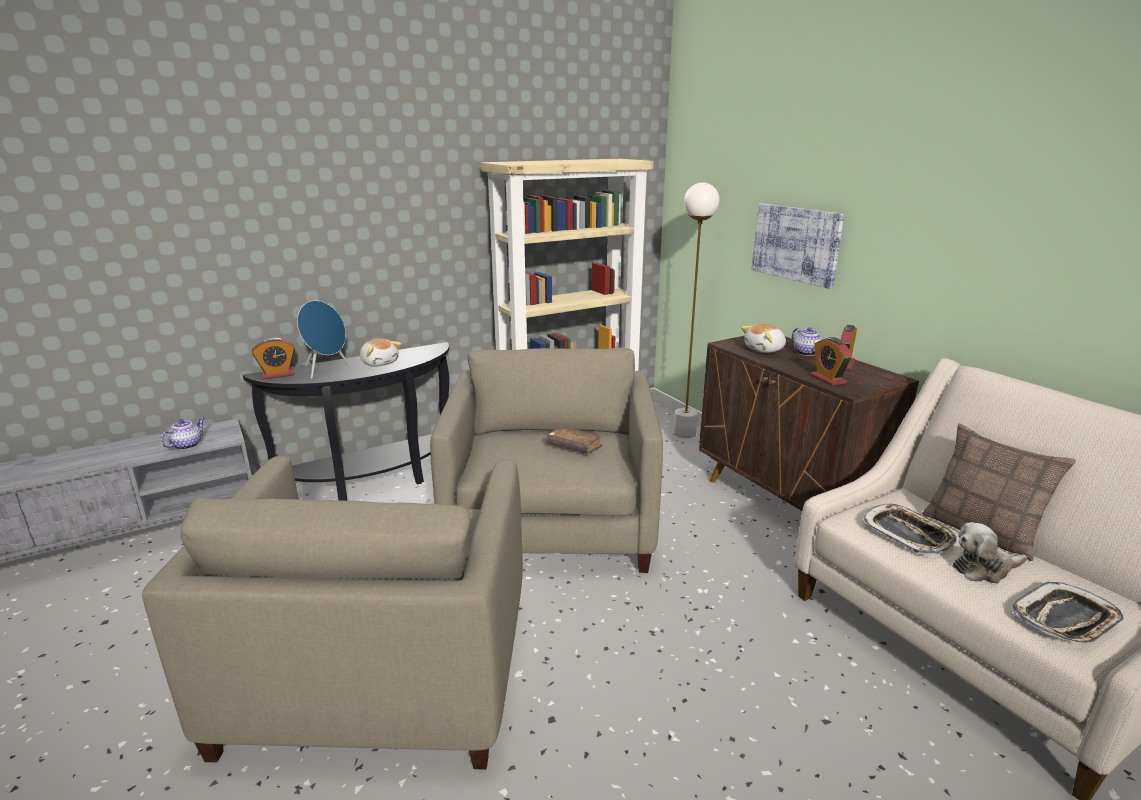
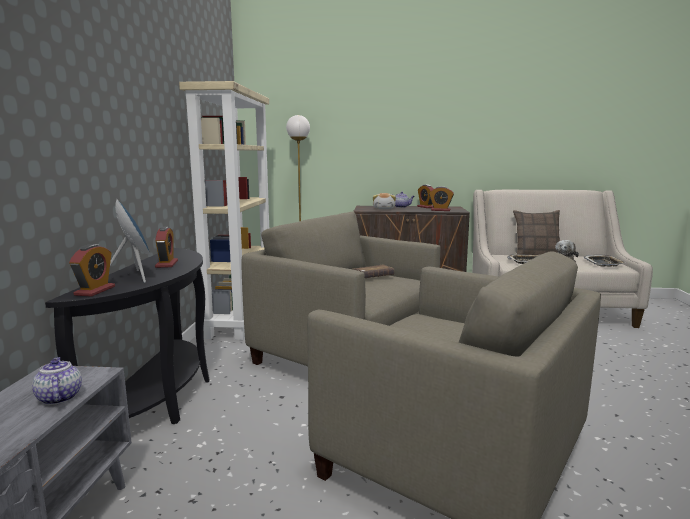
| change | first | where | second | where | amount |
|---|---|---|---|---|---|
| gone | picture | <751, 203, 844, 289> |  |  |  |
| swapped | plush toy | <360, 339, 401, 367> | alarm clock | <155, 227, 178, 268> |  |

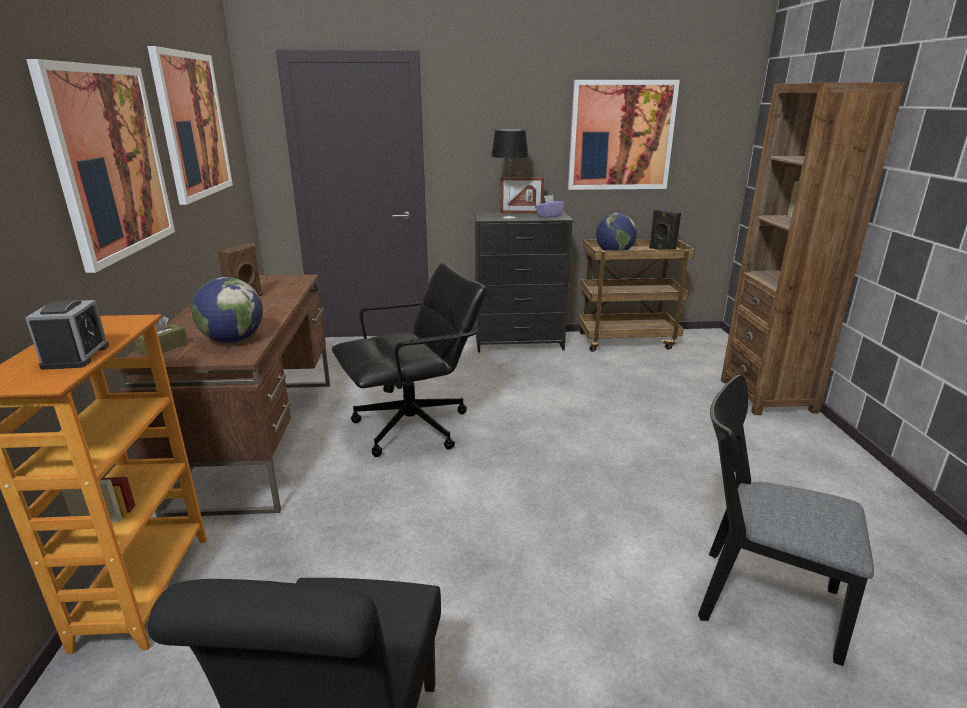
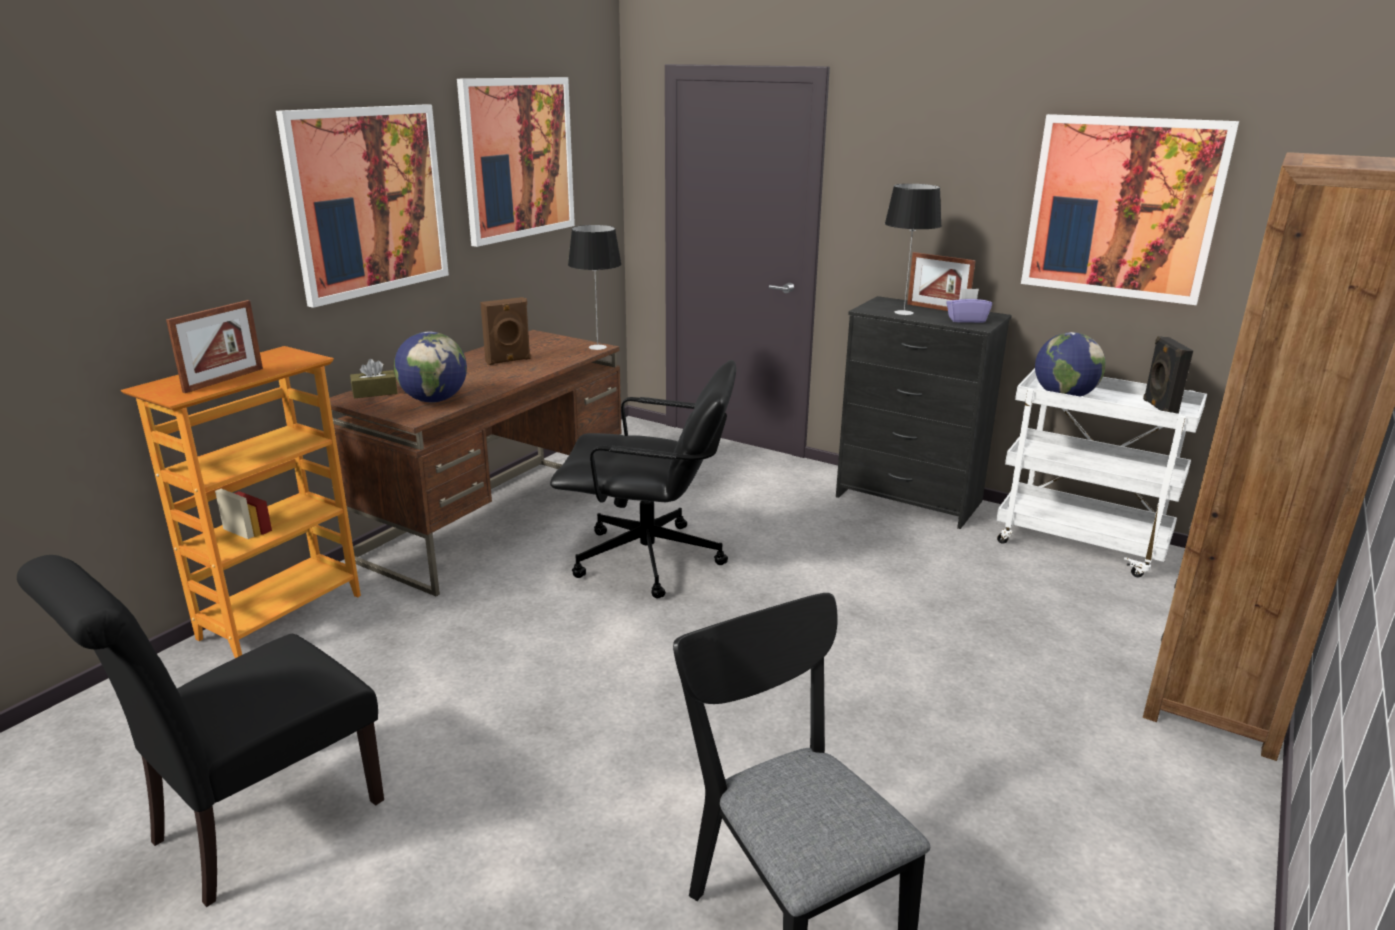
| change | first | where | second | where | amount |
|---|---|---|---|---|---|
| new |  |  | table lamp | <568, 225, 622, 350> |  |
| swapped | alarm clock | <25, 300, 109, 370> | picture frame | <166, 300, 263, 393> |  |
| repainted | cart in brown | <578, 239, 695, 352> | cart in white | <996, 368, 1207, 577> |  |

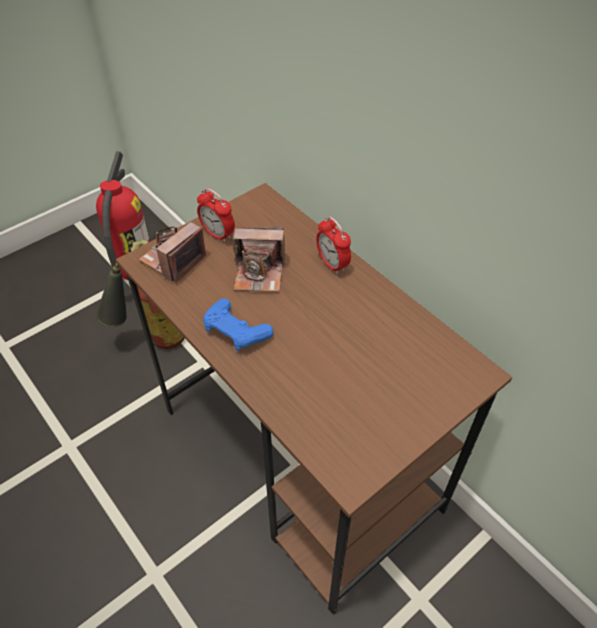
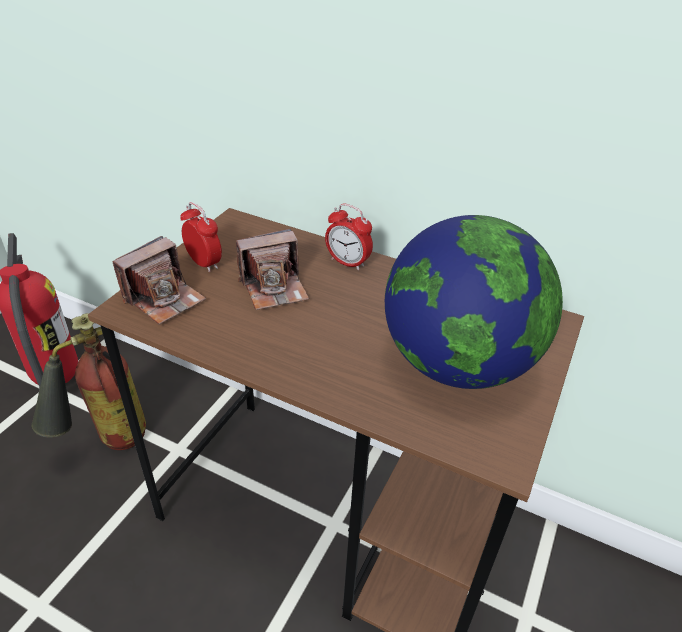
| change | first | where | second | where | amount |
|---|---|---|---|---|---|
| gone | game controller in blue | <203, 299, 274, 351> |  |  |  |
| new |  |  | globe | <385, 215, 563, 389> |  |
| rotated | photo camera | <138, 222, 206, 283> |  | <112, 236, 206, 325> | 150 degrees counterclockwise |
| rotated | alarm clock | <197, 188, 235, 243> |  | <180, 202, 222, 272> | 150 degrees counterclockwise |

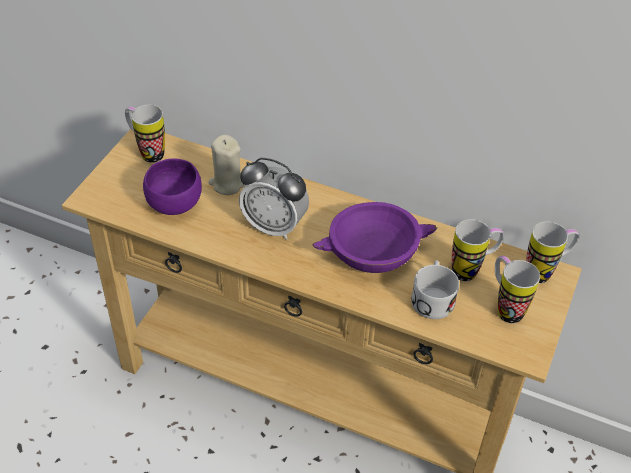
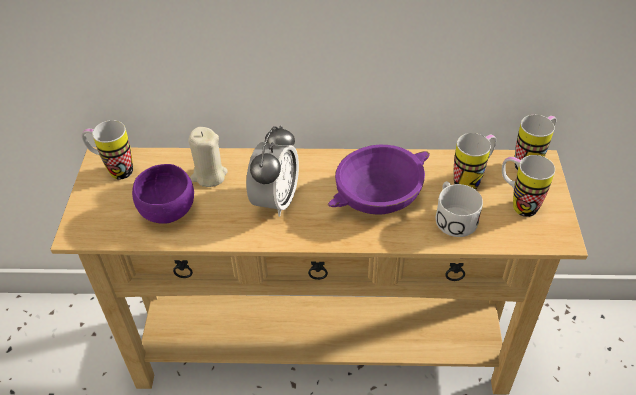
| change | first | where | second | where | amount |
|---|---|---|---|---|---|
| rotated | alarm clock | <239, 158, 309, 240> |  | <246, 125, 299, 217> | 75 degrees counterclockwise |

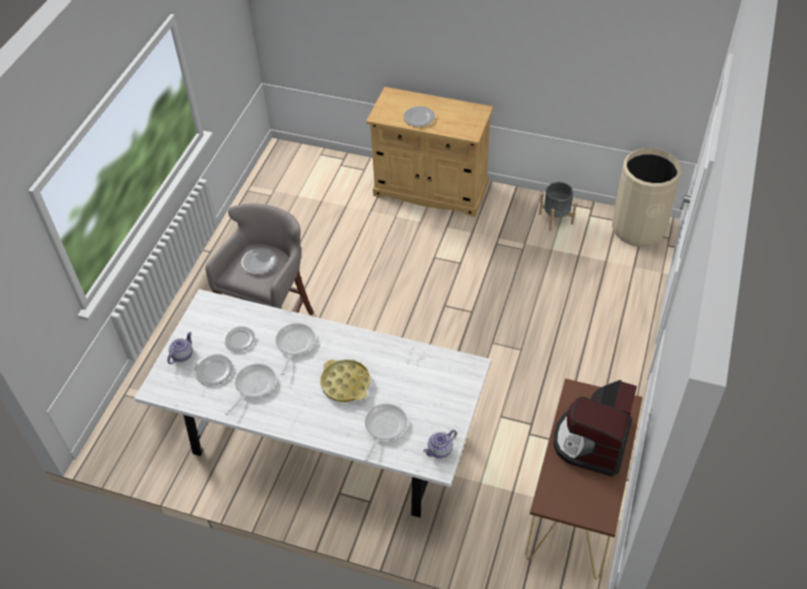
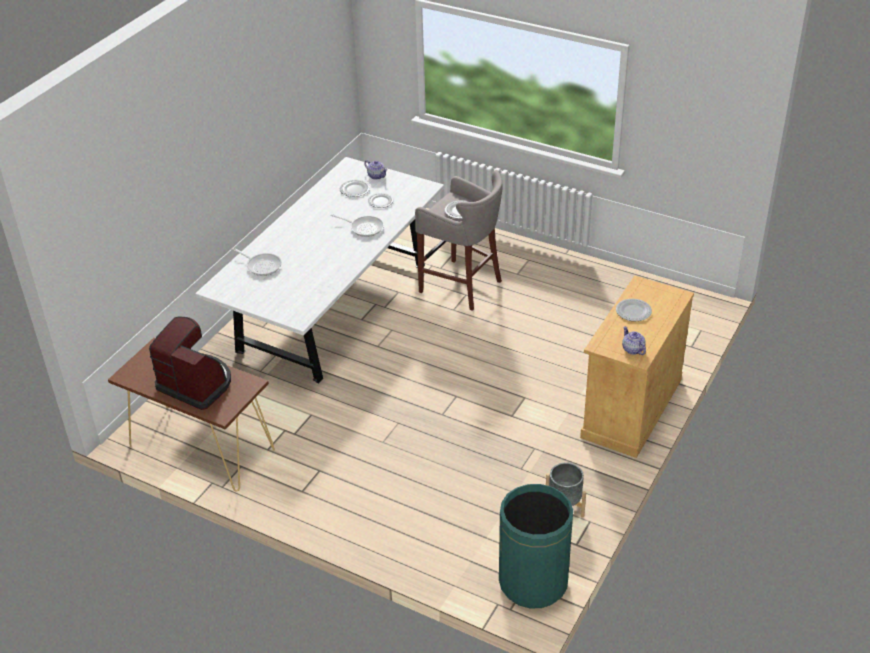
| change | first | where | second | where | amount |
|---|---|---|---|---|---|
| gone | frying pan | <225, 364, 276, 415> |  |  |  |
| gone | tray in yellow | <320, 359, 370, 402> |  |  |  |
| shifted | teapot | <423, 430, 457, 458> |  | <622, 326, 646, 355> |  |
| repainted | trash can in beige | <612, 148, 681, 247> | trash can in green | <499, 484, 573, 608> |  |

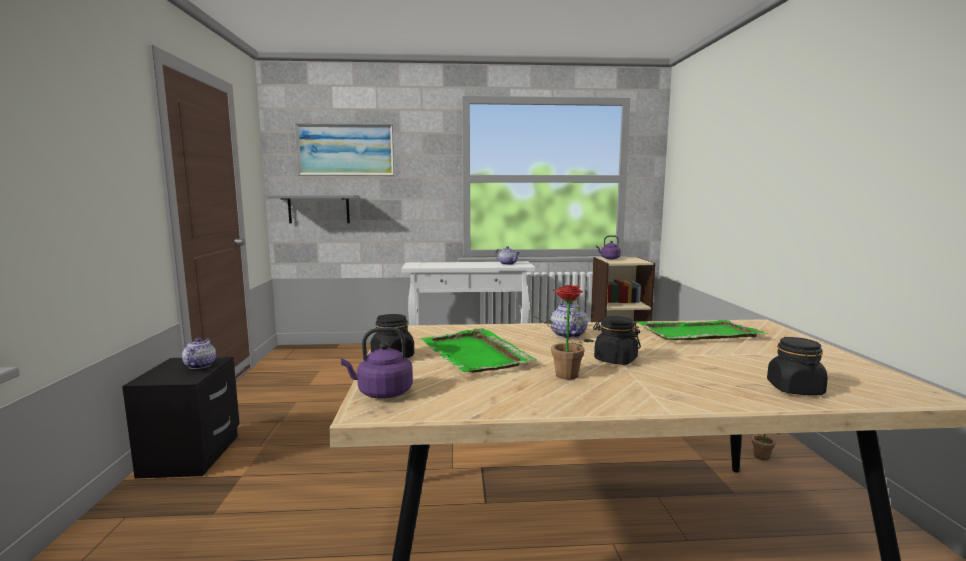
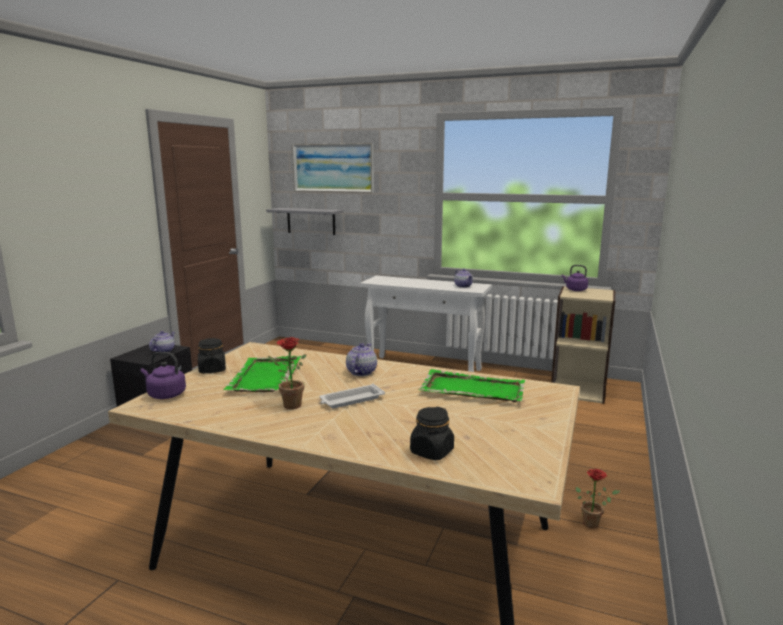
| change | first | where | second | where | amount |
|---|---|---|---|---|---|
| swapped | jar in black | <593, 316, 641, 365> | tray in white | <319, 384, 385, 409> |  |

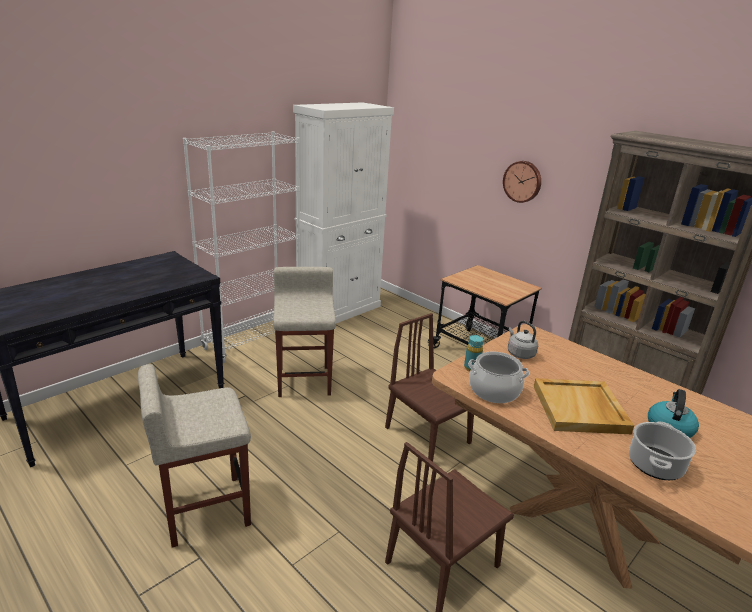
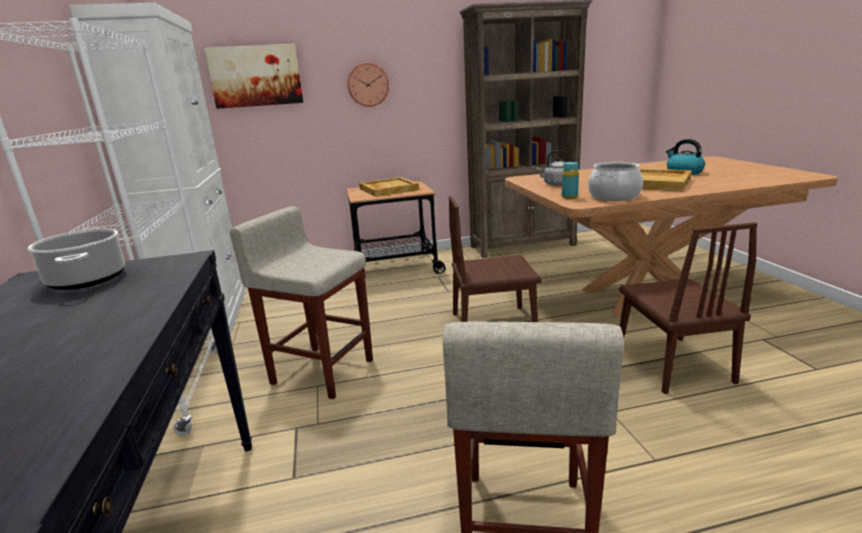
| change | first | where | second | where | amount |
|---|---|---|---|---|---|
| new |  |  | picture | <204, 44, 303, 109> |  |
| new |  |  | tray in beige | <359, 177, 419, 197> |  |
| shifted | cooking pot | <629, 421, 696, 480> |  | <27, 228, 125, 290> |  |

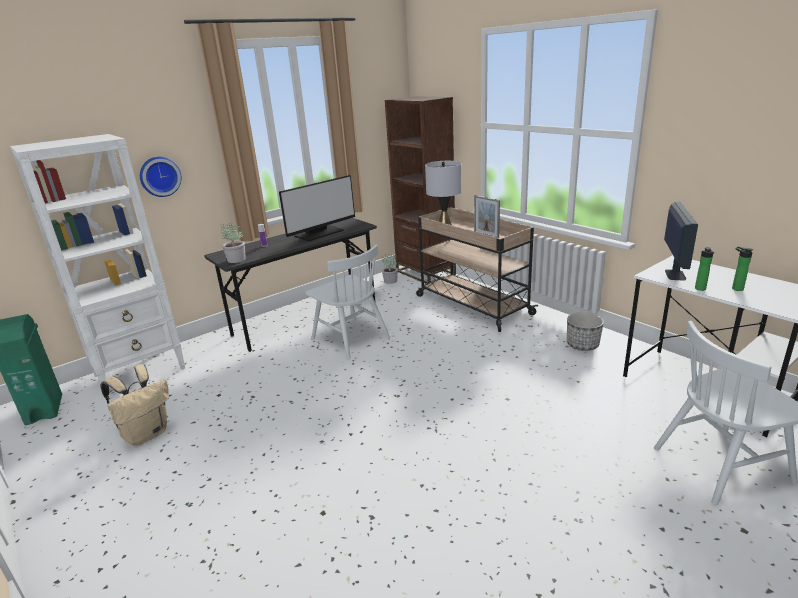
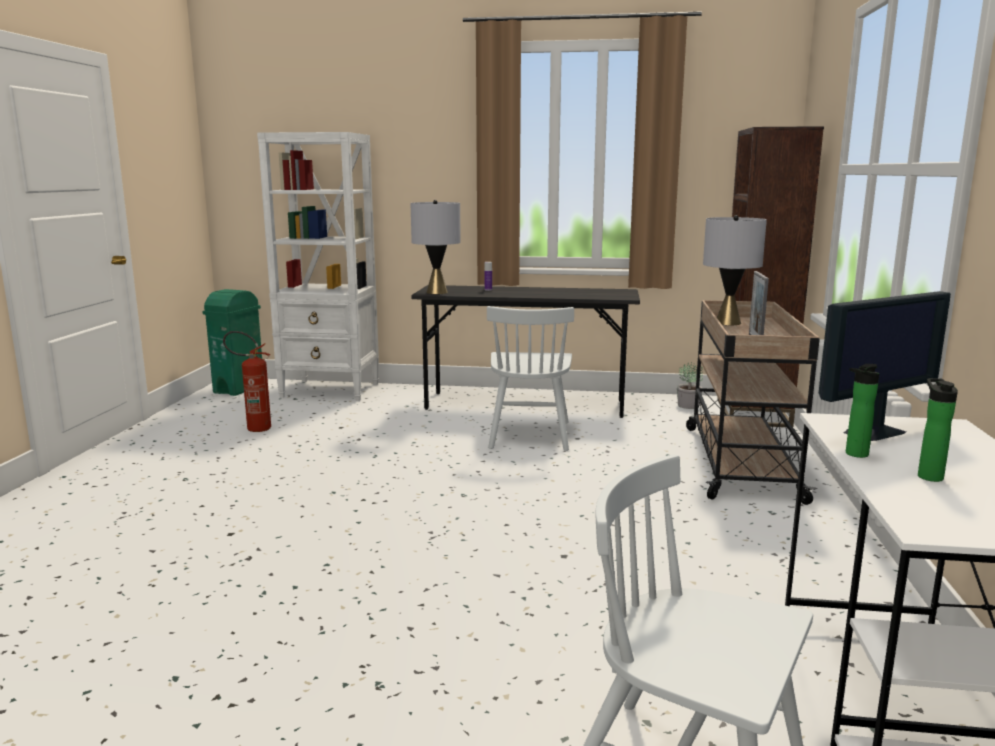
| change | first | where | second | where | amount |
|---|---|---|---|---|---|
| gone | wall clock | <140, 157, 182, 197> |  |  |  |
| gone | monitor | <279, 175, 355, 242> |  |  |  |
| gone | planter | <567, 312, 604, 351> |  |  |  |
| swapped | backpack in beige | <101, 364, 169, 445> | fire extinguisher | <223, 331, 271, 432> |  |
| swapped | potted plant | <220, 222, 246, 263> | table lamp in grey | <410, 200, 461, 294> |  |

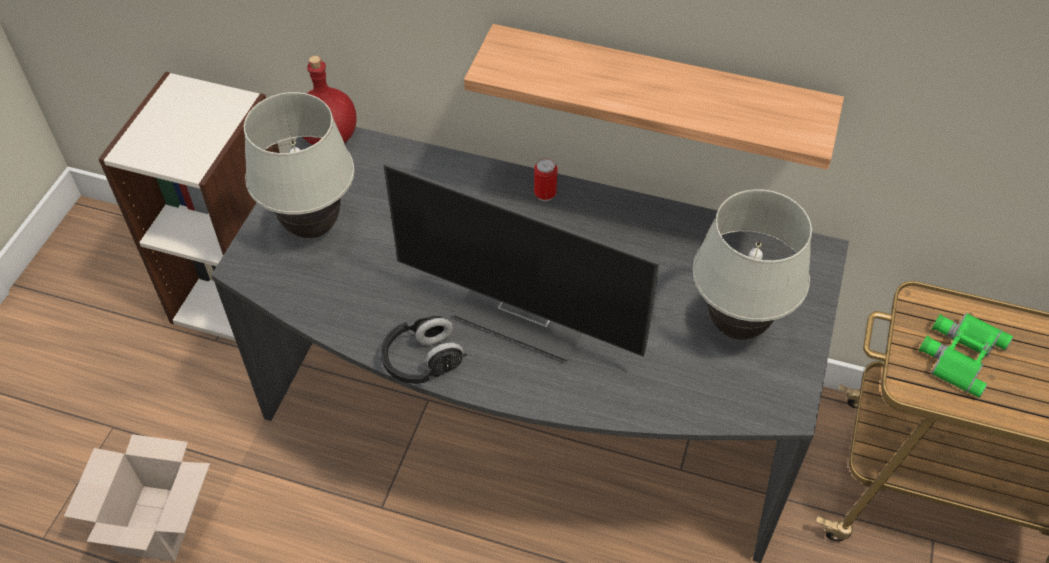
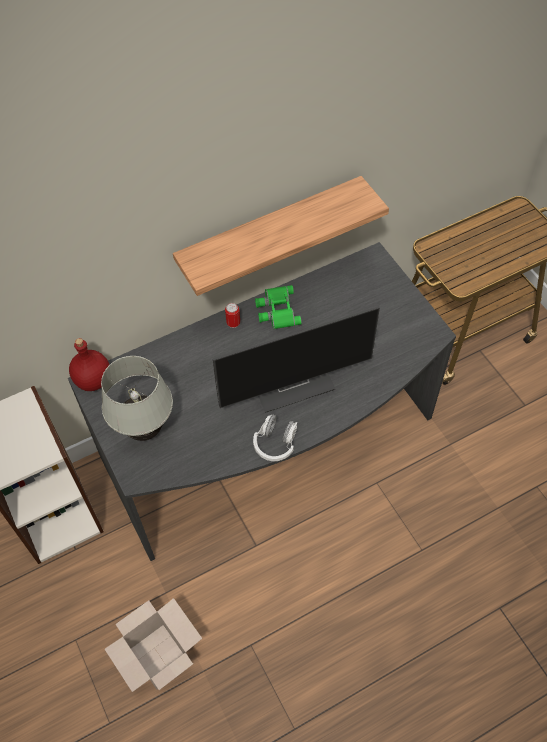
| change | first | where | second | where | amount |
|---|---|---|---|---|---|
| gone | table lamp in white | <692, 189, 812, 340> |  |  |  |
| shifted | binoculars in green | <919, 313, 1013, 398> |  | <255, 285, 302, 329> |  |
| repainted | headphones in black | <381, 315, 467, 384> | headphones in white | <253, 414, 297, 461> |  |

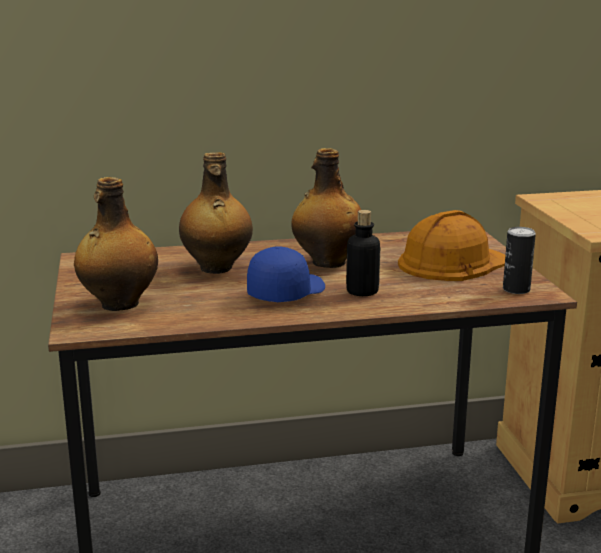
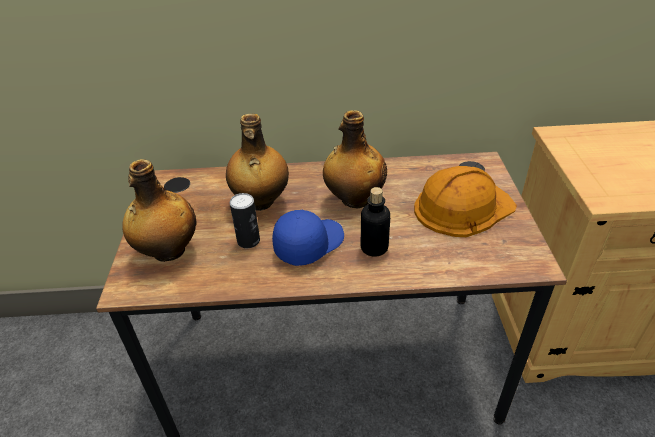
| change | first | where | second | where | amount |
|---|---|---|---|---|---|
| shifted | can | <503, 227, 536, 294> |  | <230, 193, 260, 248> |  |

